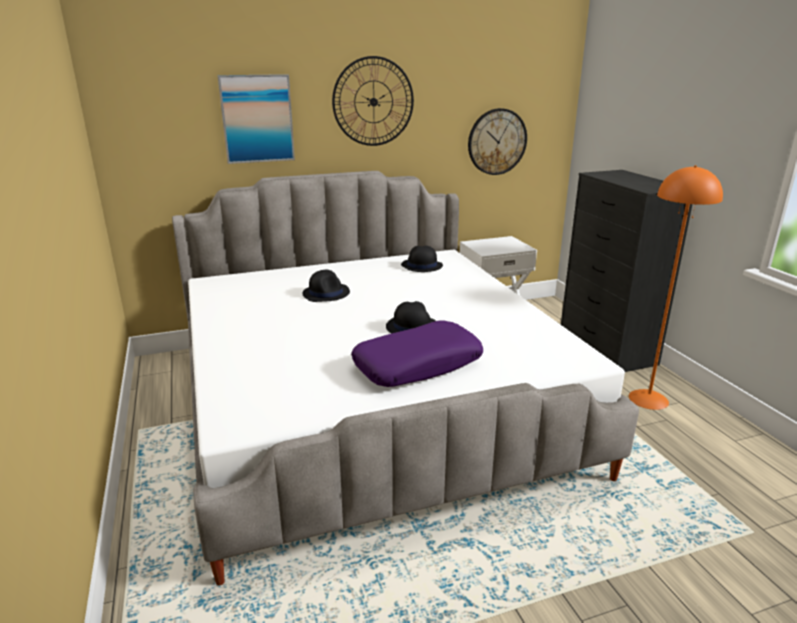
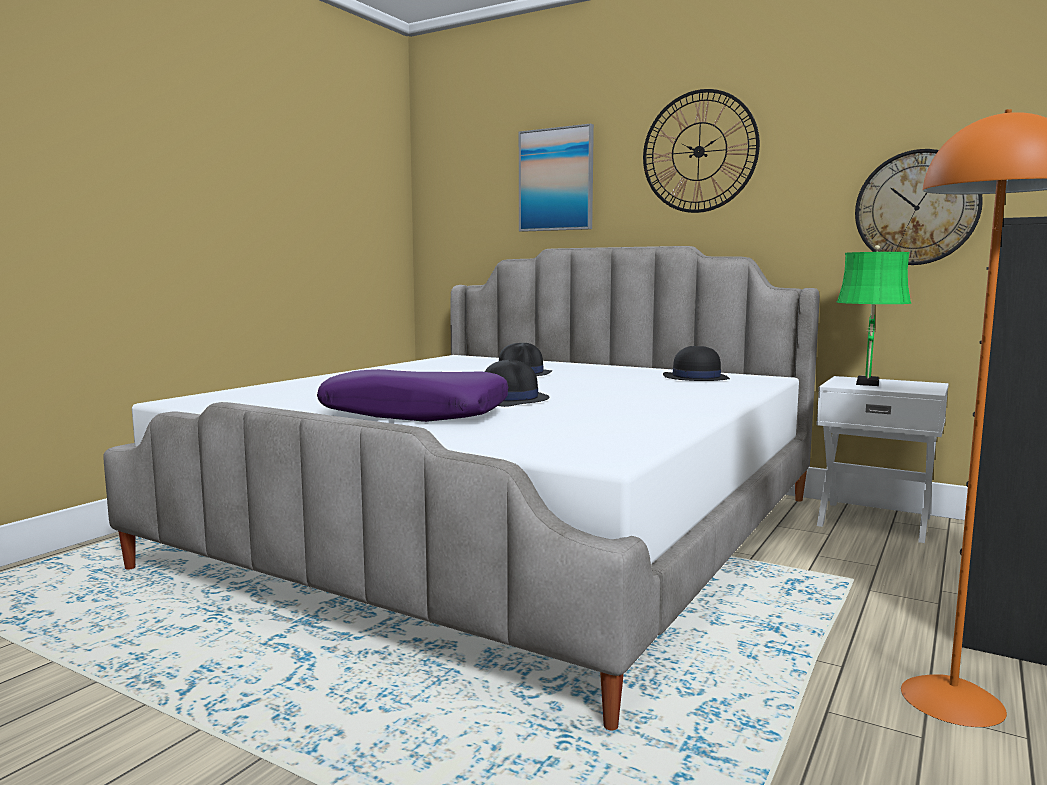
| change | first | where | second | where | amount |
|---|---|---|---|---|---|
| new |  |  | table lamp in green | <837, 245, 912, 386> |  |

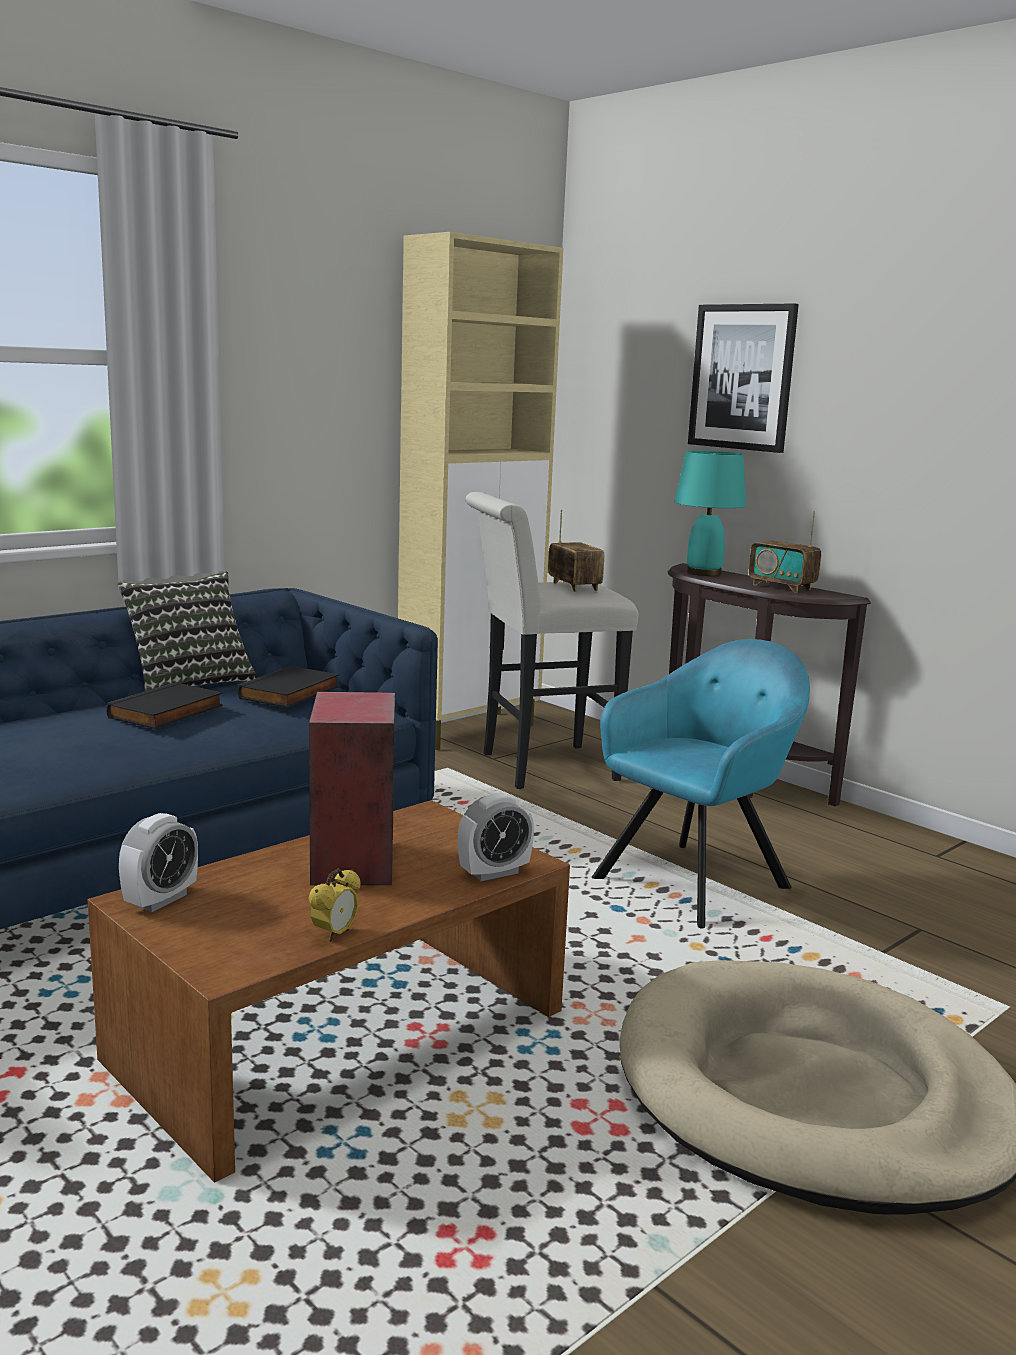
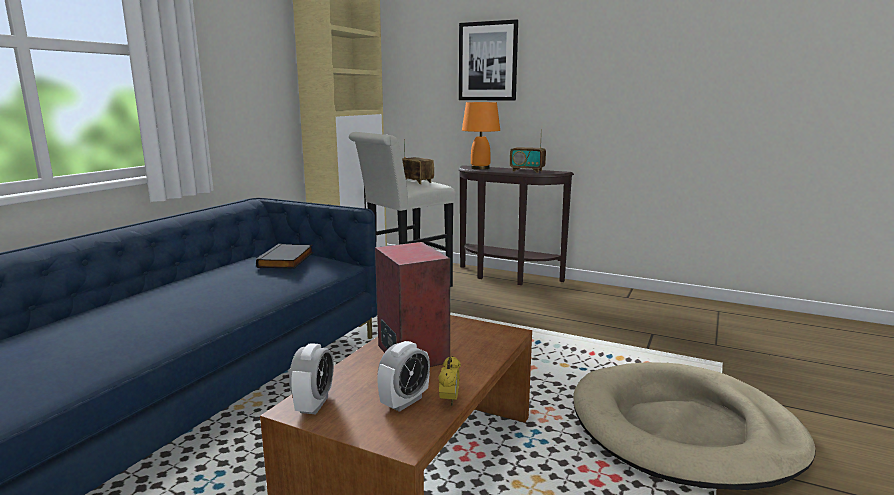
| change | first | where | second | where | amount |
|---|---|---|---|---|---|
| gone | book in black | <106, 682, 223, 729> |  |  |  |
| gone | pillow | <117, 572, 258, 691> |  |  |  |
| gone | armchair in turquoise | <592, 639, 810, 929> |  |  |  |
| shifted | alarm clock | <458, 793, 534, 881> |  | <377, 341, 430, 412> |  |
| repainted | table lamp in turquoise | <674, 450, 746, 576> | table lamp in orange | <462, 102, 500, 170> |  |

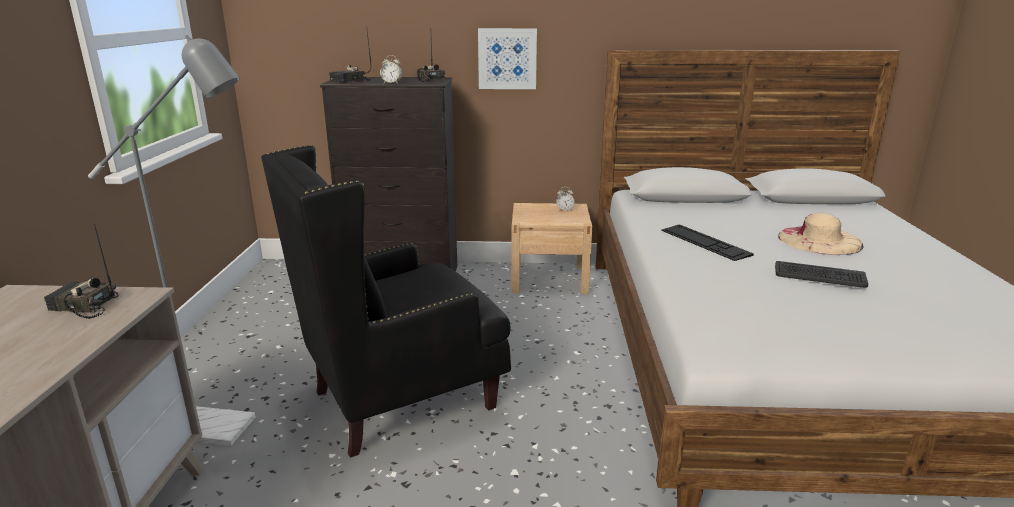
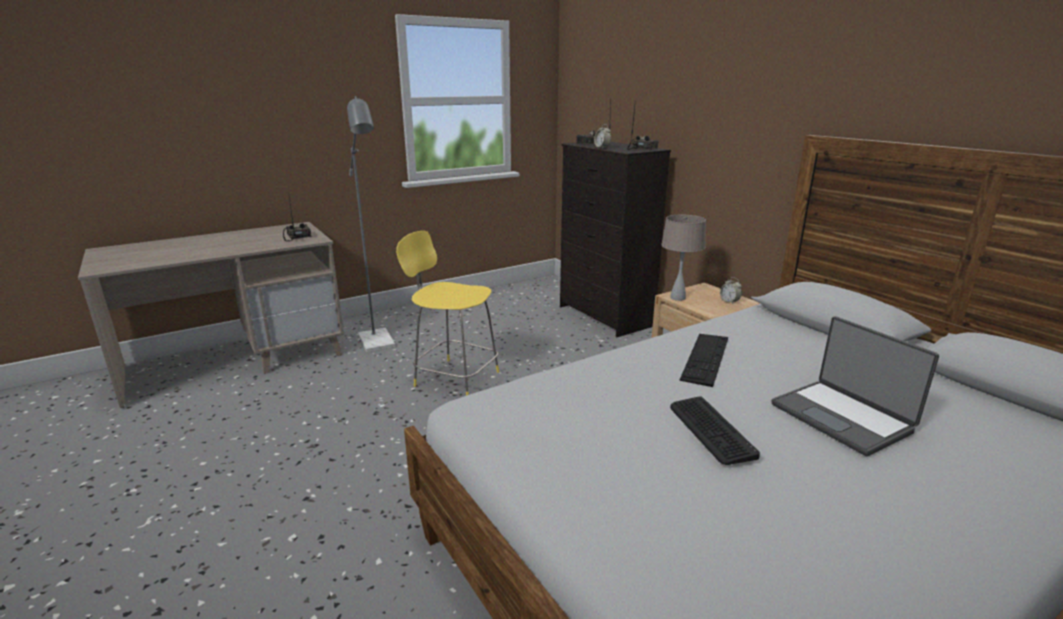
| change | first | where | second | where | amount |
|---|---|---|---|---|---|
| gone | picture | <478, 28, 537, 89> |  |  |  |
| new |  |  | table lamp in beige | <661, 215, 706, 301> |  |
| swapped | armchair in black | <261, 145, 511, 458> | stool in yellow | <396, 231, 499, 396> |  |
| swapped | hat in beige | <778, 212, 864, 255> | laptop | <771, 316, 939, 456> |  |

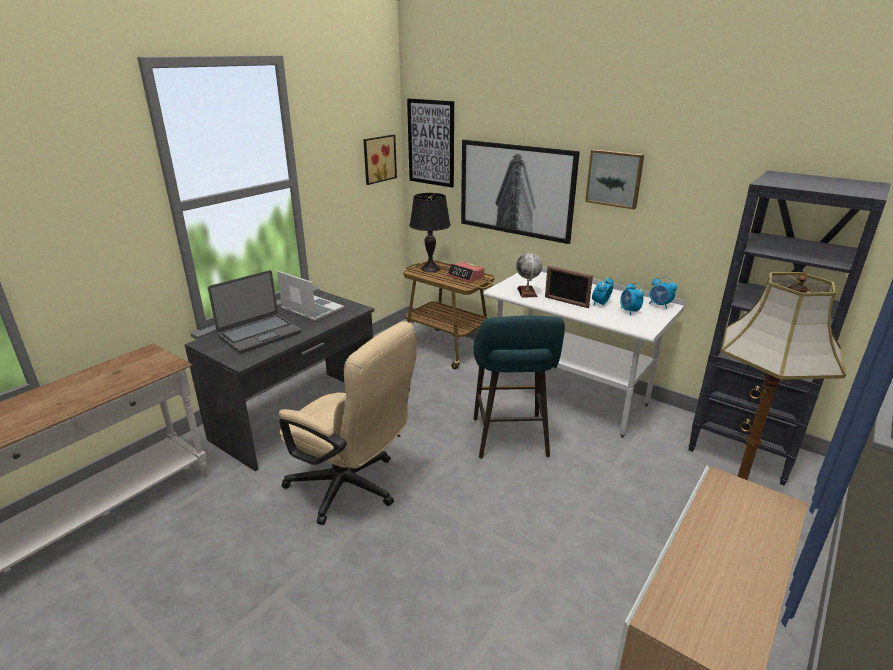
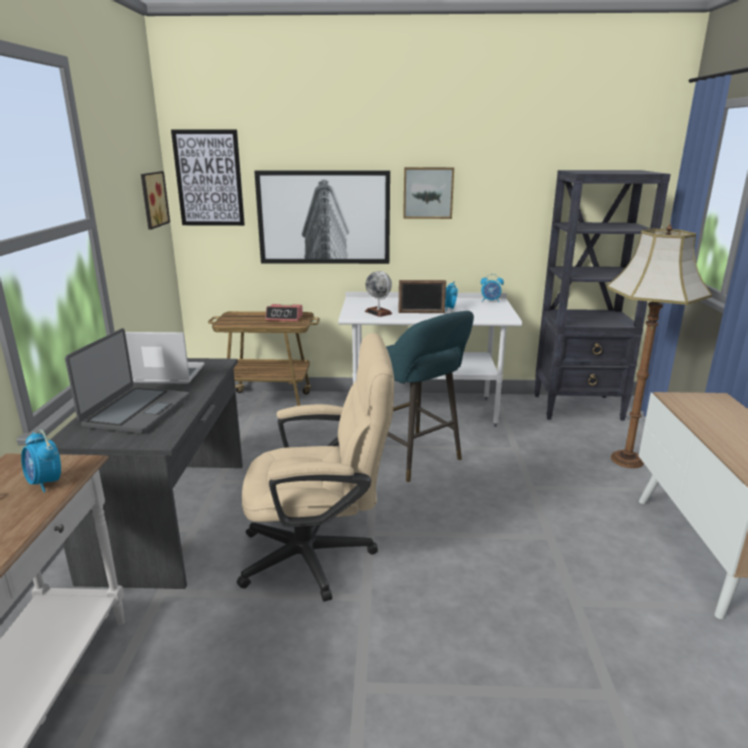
| change | first | where | second | where | amount |
|---|---|---|---|---|---|
| gone | table lamp in black | <409, 193, 451, 272> |  |  |  |
| shifted | alarm clock | <620, 282, 644, 315> |  | <21, 430, 61, 492> |  |

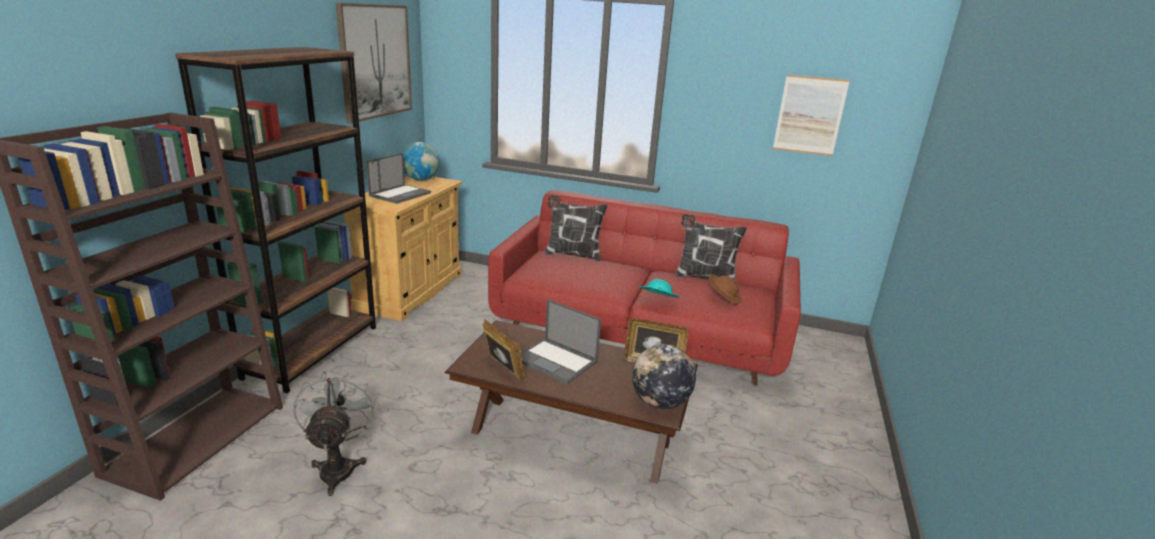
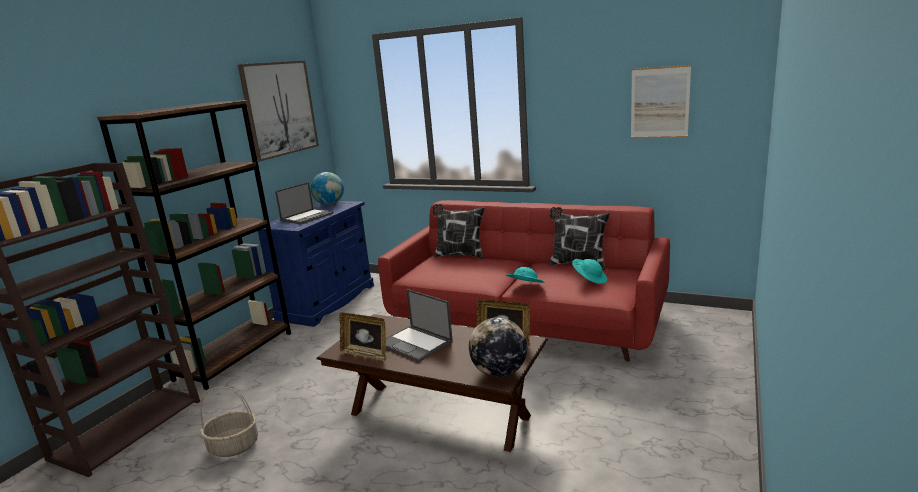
| change | first | where | second | where | amount |
|---|---|---|---|---|---|
| swapped | fan in grey | <293, 371, 375, 496> | basket | <200, 386, 258, 457> |  |
| repainted | cabinet in beige | <344, 176, 462, 321> | cabinet in blue | <256, 201, 374, 327> |  |
| repainted | hat in brown | <709, 274, 742, 304> | hat in turquoise | <572, 259, 607, 284> |  |
| rotated | picture frame | <483, 319, 527, 381> |  | <339, 313, 386, 361> | 150 degrees clockwise |

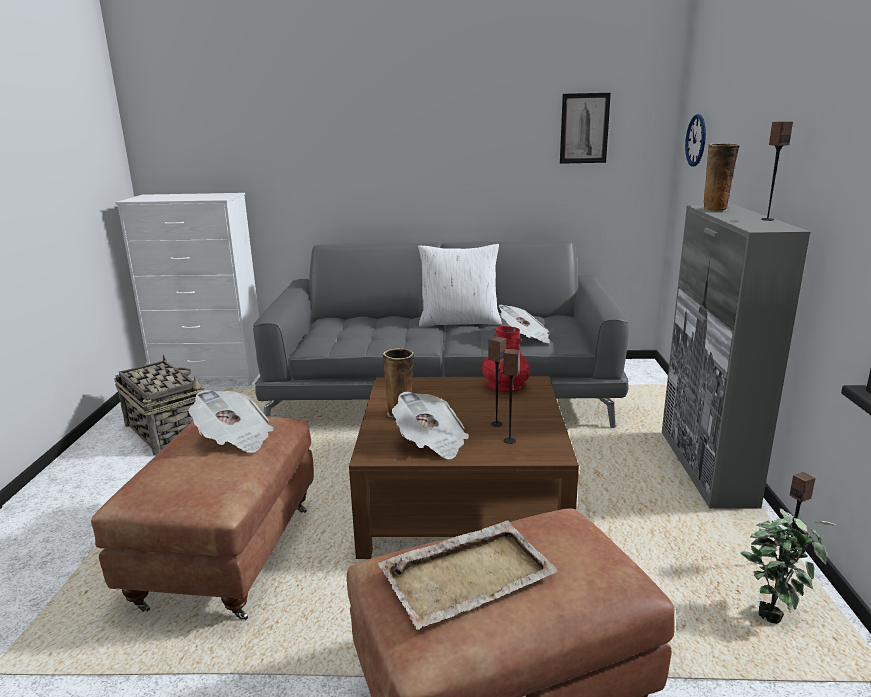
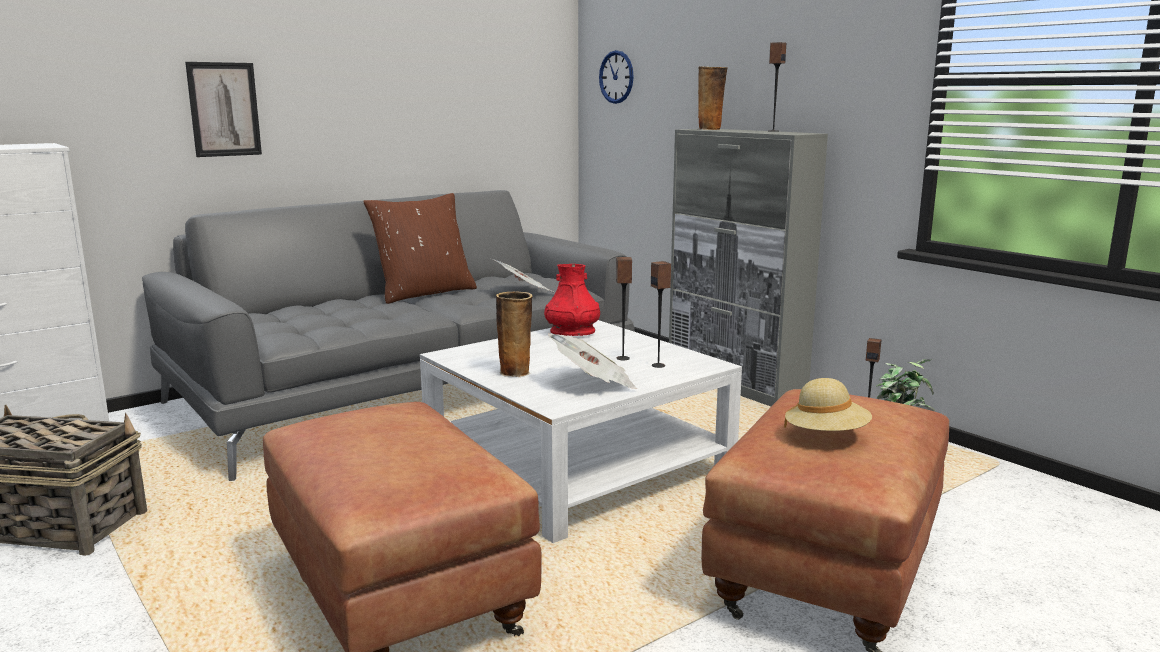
| change | first | where | second | where | amount |
|---|---|---|---|---|---|
| gone | newspaper | <189, 390, 274, 453> |  |  |  |
| shifted | picture | <560, 93, 611, 164> |  | <185, 62, 262, 157> |  |
| swapped | tray in beige | <378, 520, 559, 630> | hat in beige | <784, 378, 872, 431> |  |
| repainted | coffee table in brown | <349, 376, 579, 559> | coffee table in white | <420, 320, 742, 543> |  |
| repainted | pillow in white | <418, 244, 502, 327> | pillow in brown | <363, 193, 477, 304> |  |

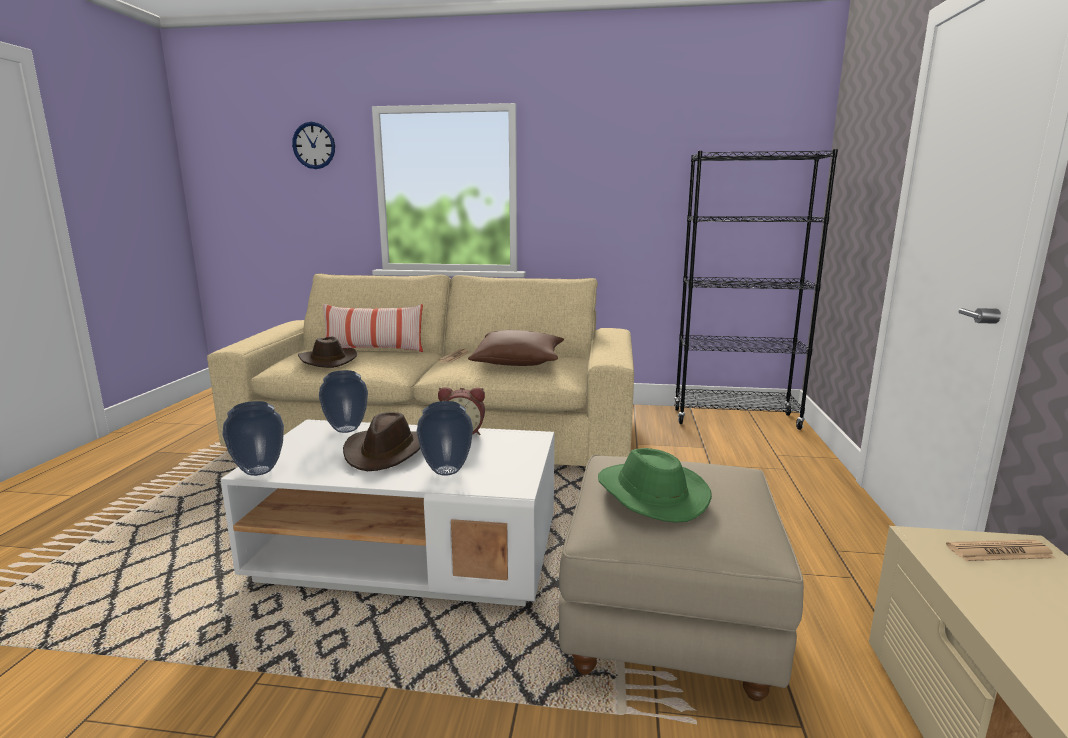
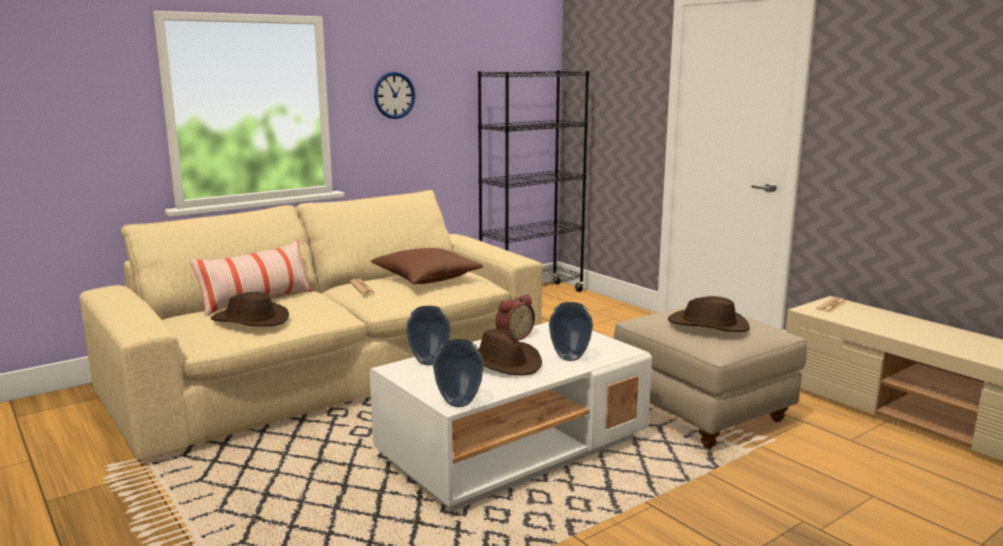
| change | first | where | second | where | amount |
|---|---|---|---|---|---|
| shifted | wall clock | <292, 122, 335, 169> |  | <374, 72, 415, 119> |  |
| repainted | hat in green | <598, 448, 712, 523> | hat in brown | <668, 296, 750, 332> |  |

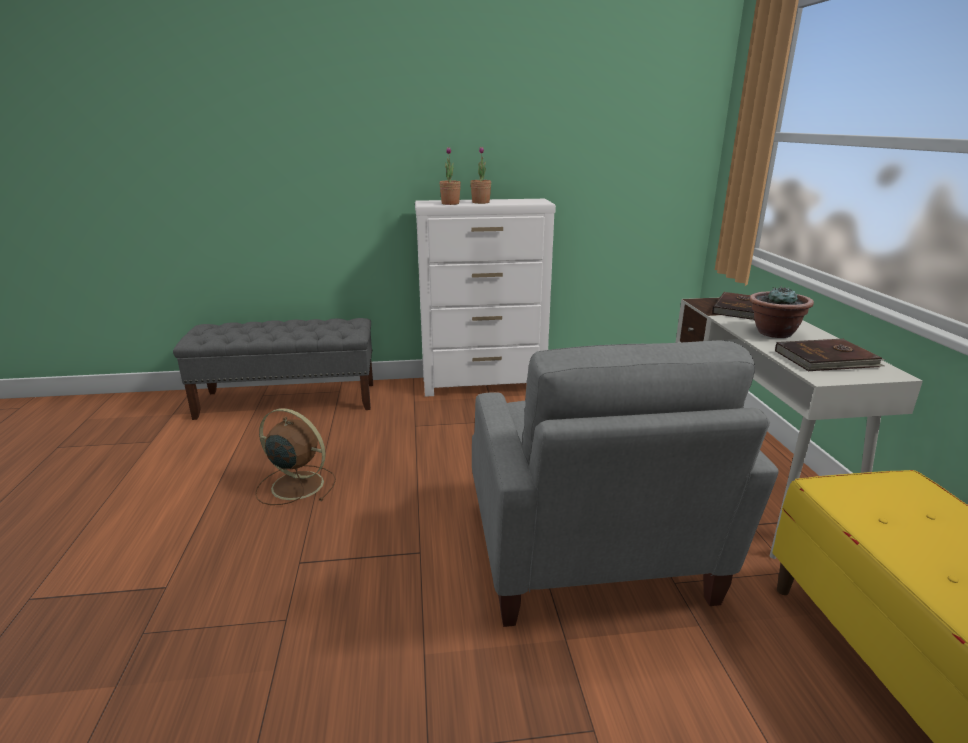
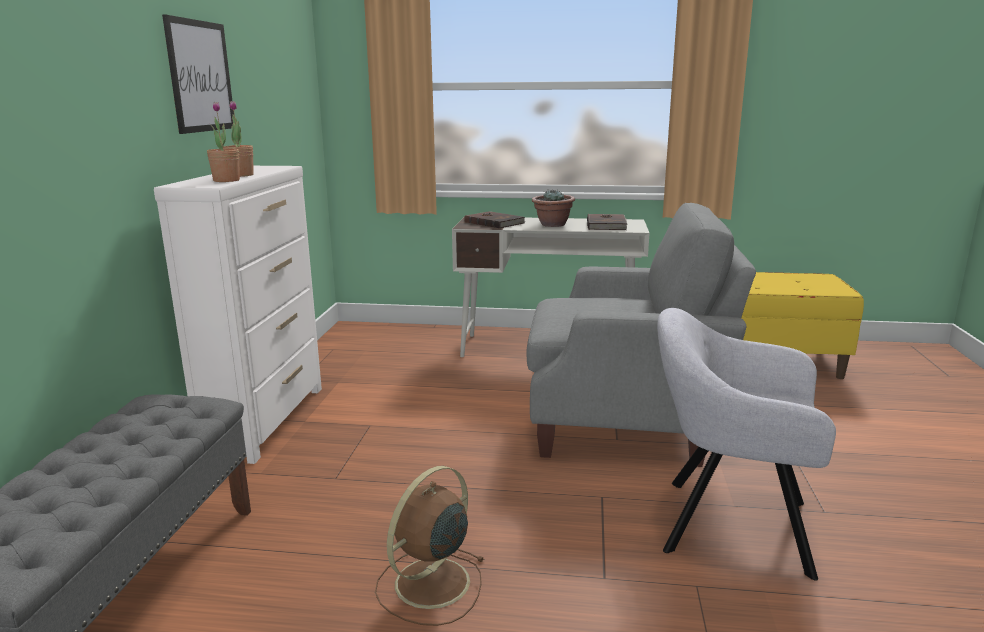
| change | first | where | second | where | amount |
|---|---|---|---|---|---|
| new |  |  | picture | <162, 14, 234, 134> |  |
| new |  |  | armchair in grey | <657, 308, 836, 581> |  |

